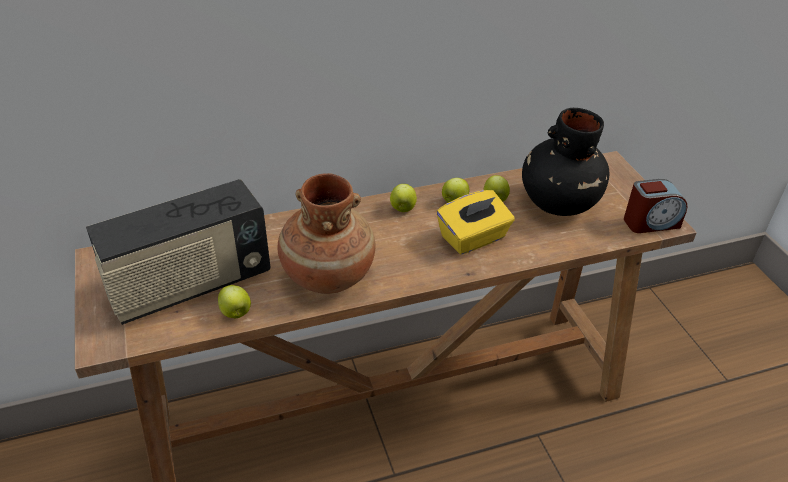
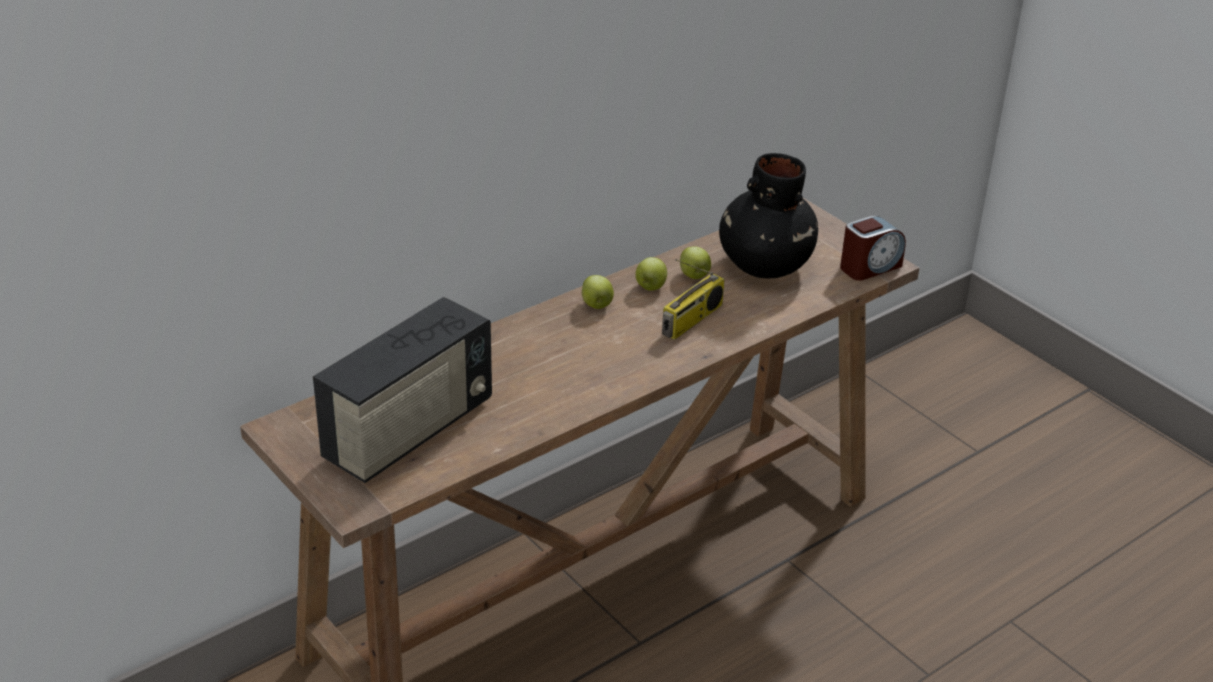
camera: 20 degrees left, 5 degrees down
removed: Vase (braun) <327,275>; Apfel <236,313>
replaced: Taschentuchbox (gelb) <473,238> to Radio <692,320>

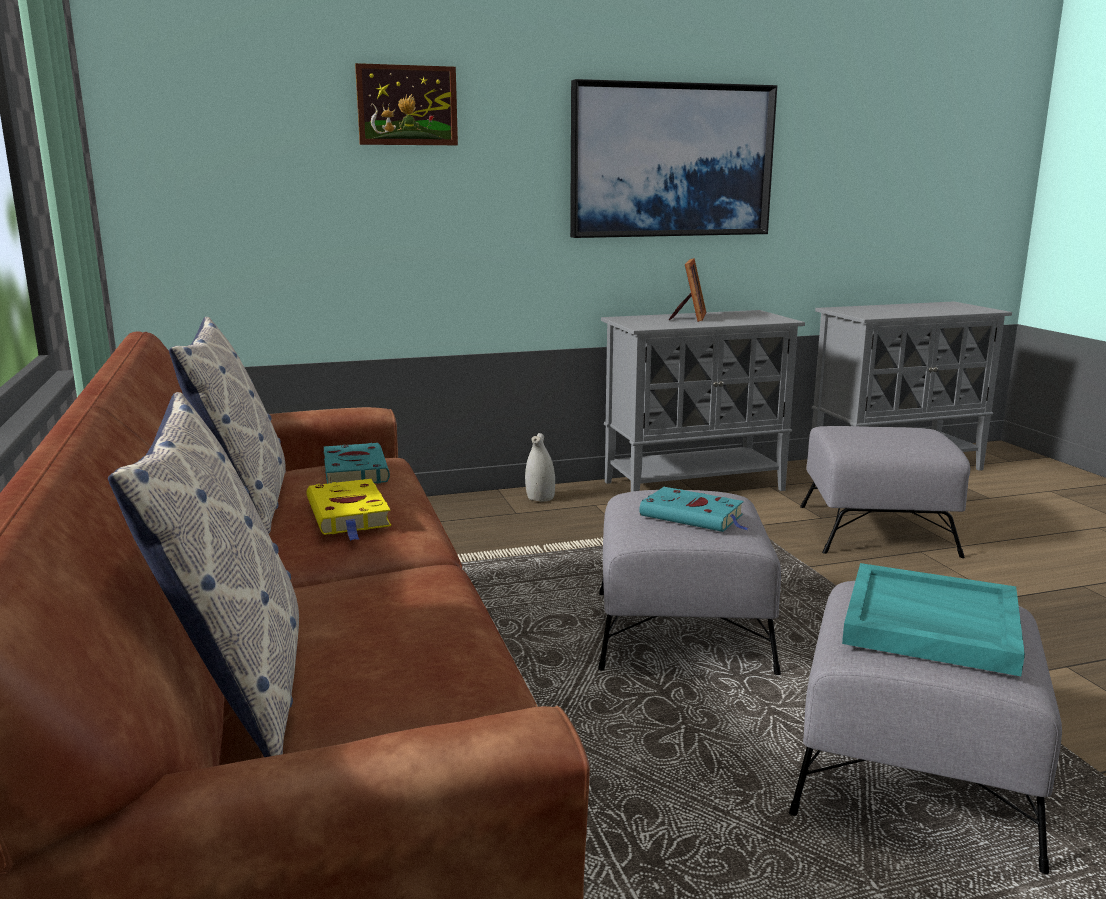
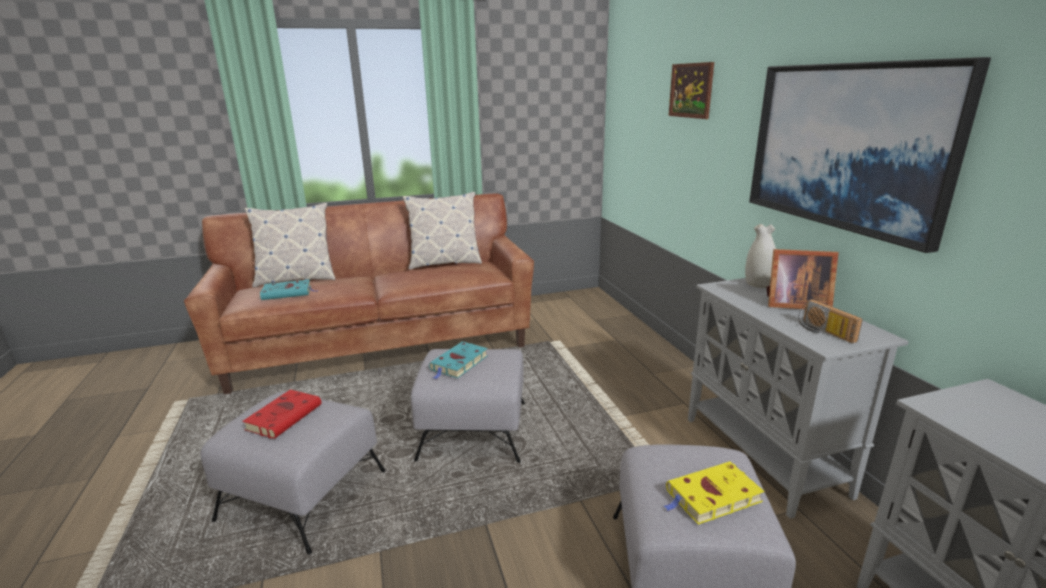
camera: 90 degrees right, 5 degrees up
added: Radio <823,332>
moved: Vase (weiß) <540,498> to <758,284>; Buch (türkis) <354,470> to <288,293>; Buch (gelb) <349,515> to <711,497>
replaced: Tablett (türkis) <929,624> to Buch (rot) <285,416>

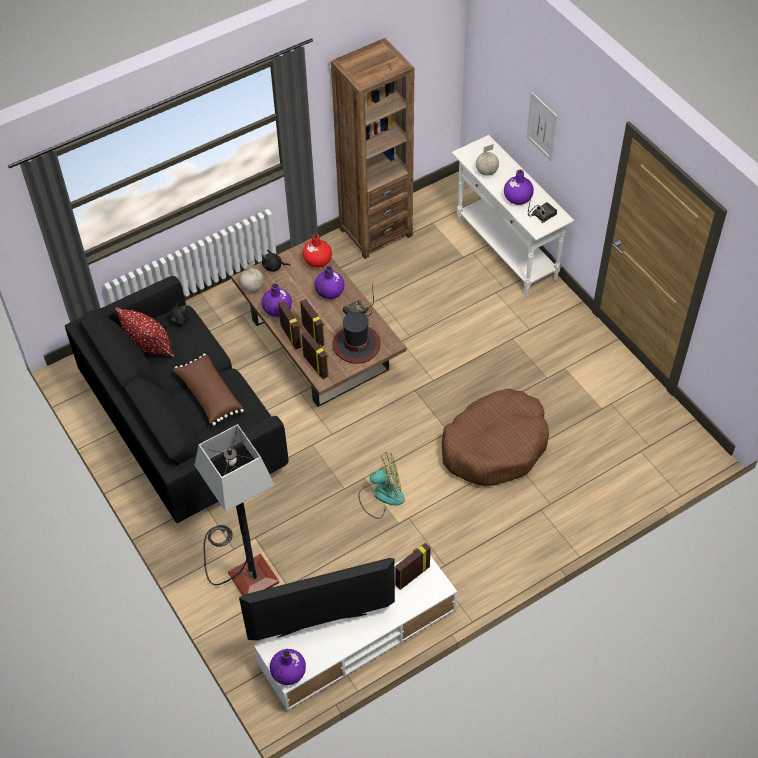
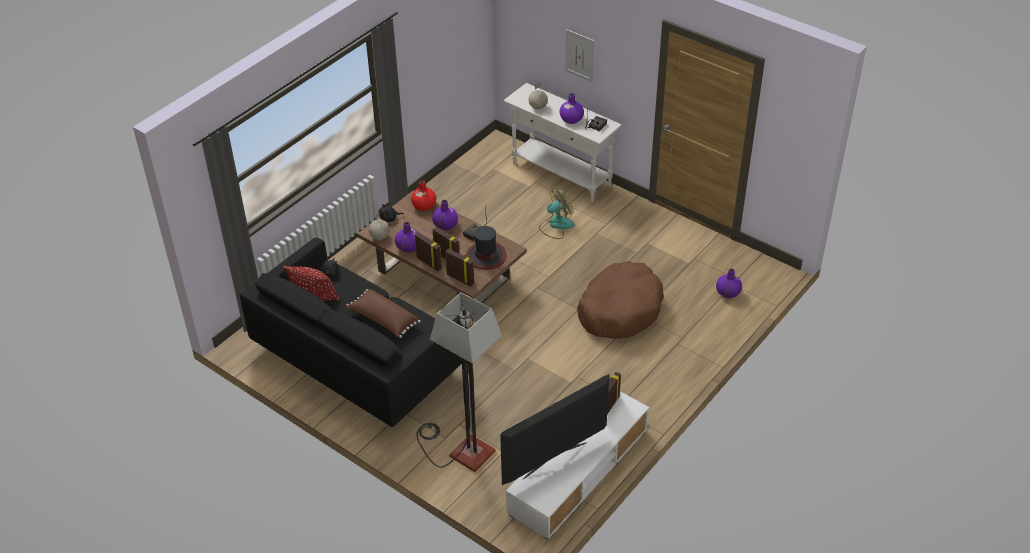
camera: 20 degrees left, 10 degrees down
removed: Bücherregal (braun) <375,232>
moved: Ventilator <381,495> to <556,225>; Vase (lila) <289,673> to <728,293>

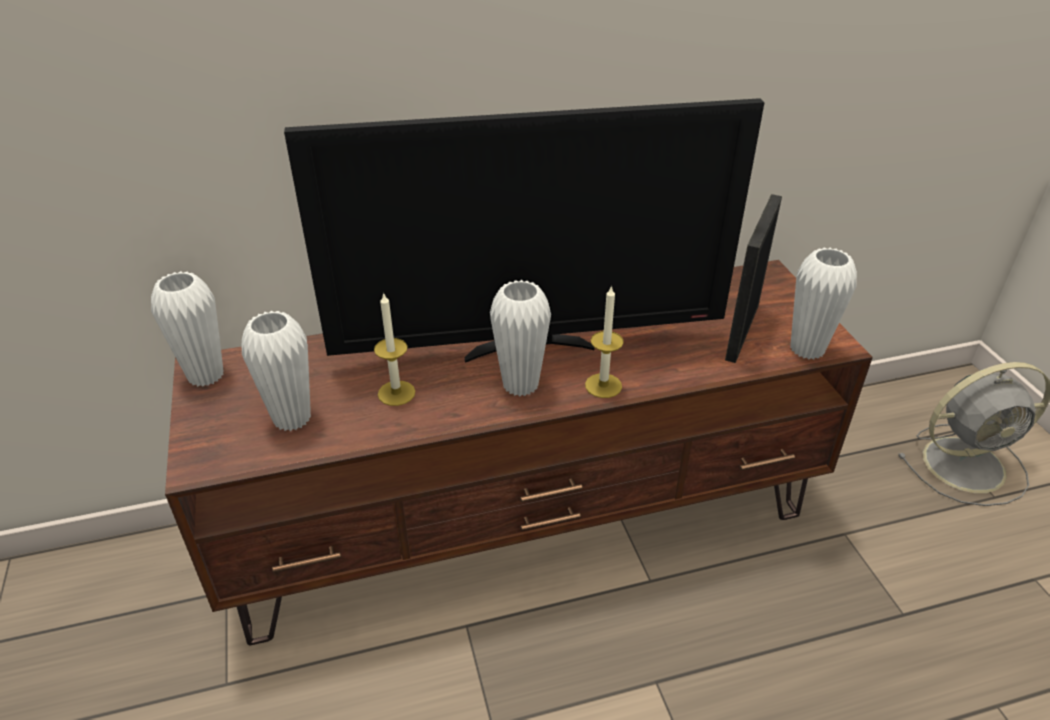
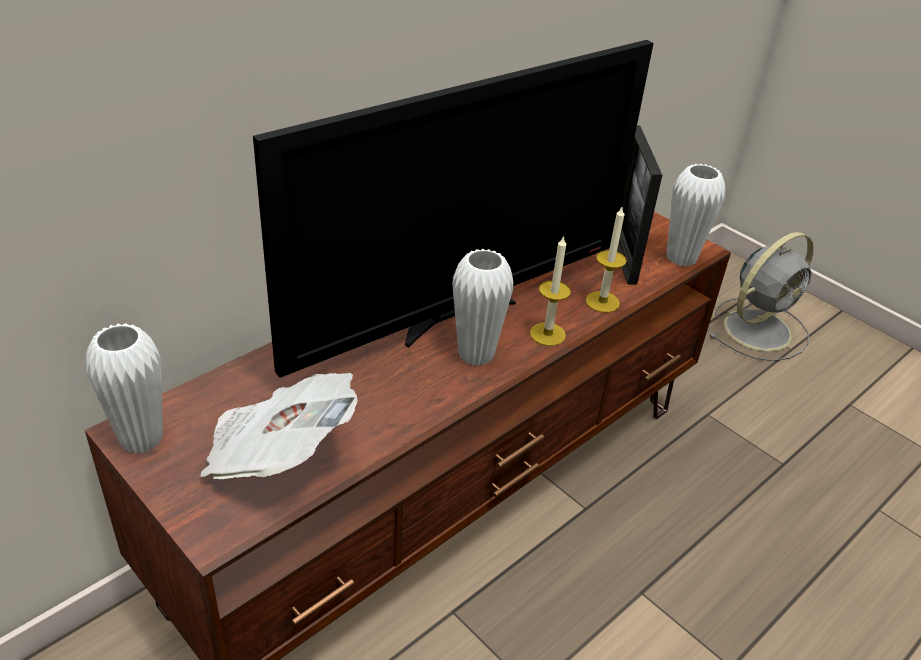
camera: 30 degrees left, 0 degrees up
moved: Kerze <396,393> to <602,302>
replaced: Vase (weiß) <292,418> to Zeitung <278,454>

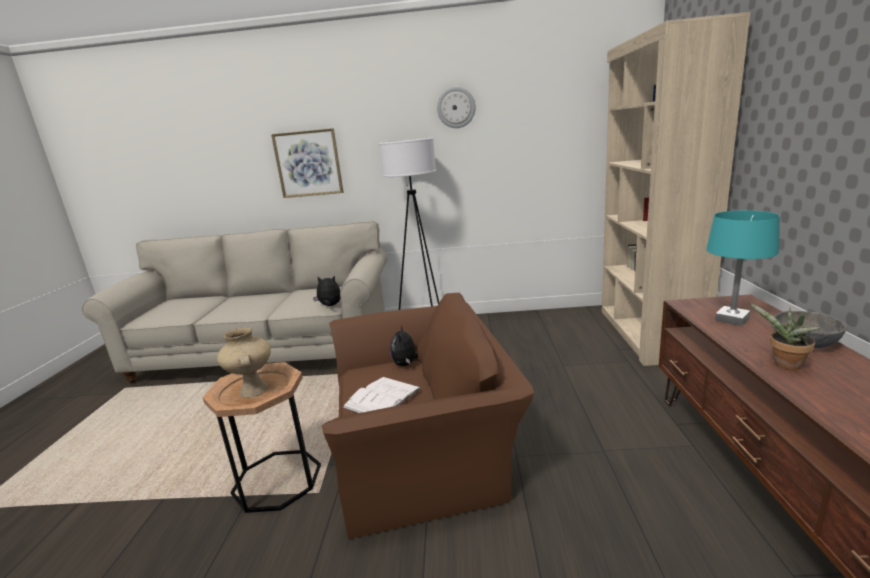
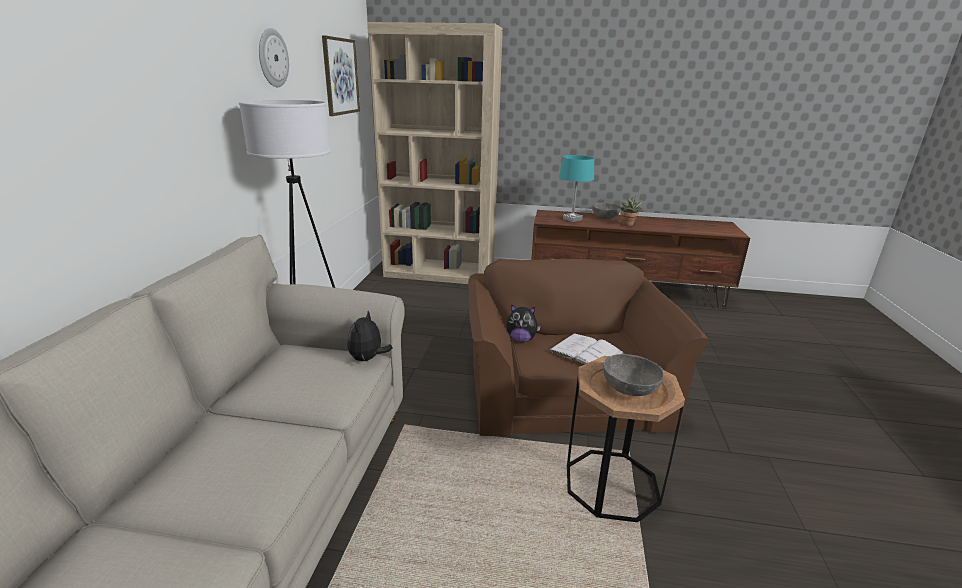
camera: 85 degrees left, 5 degrees up
moved: Bild <308,163> to <340,76>
replaced: Vase (beige) <253,390> to Schüssel (grau) <630,388>

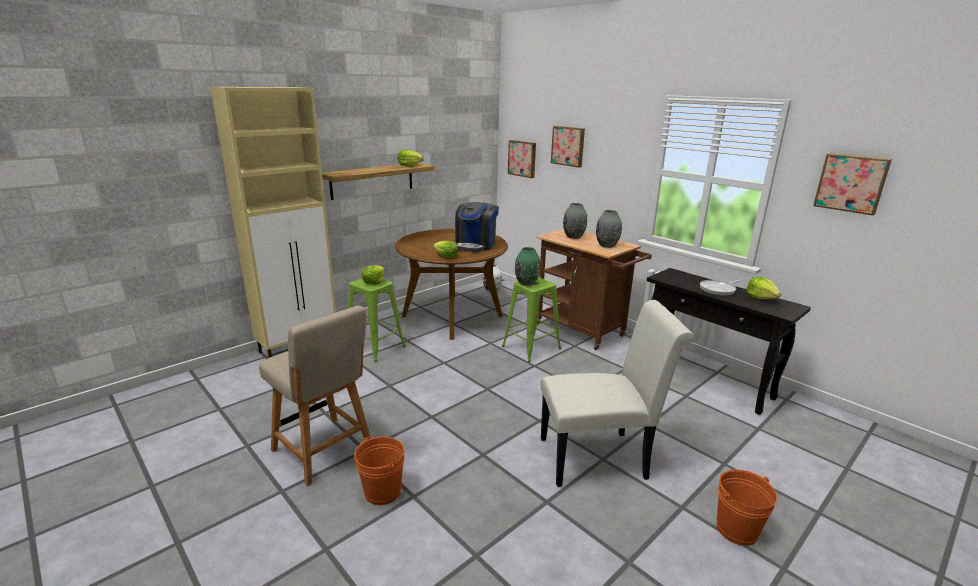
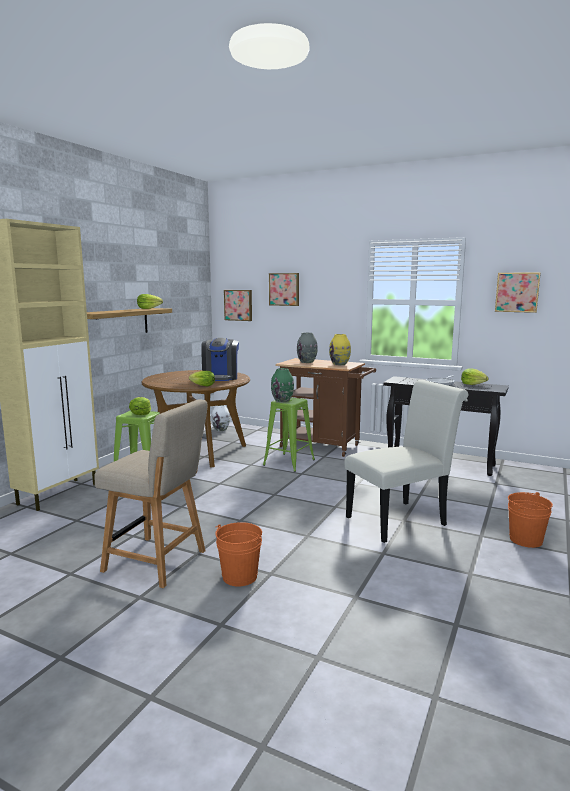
camera: 20 degrees left, 10 degrees down
recoloured: Vase (grau) <607,245> to Vase (gelb) <339,364>

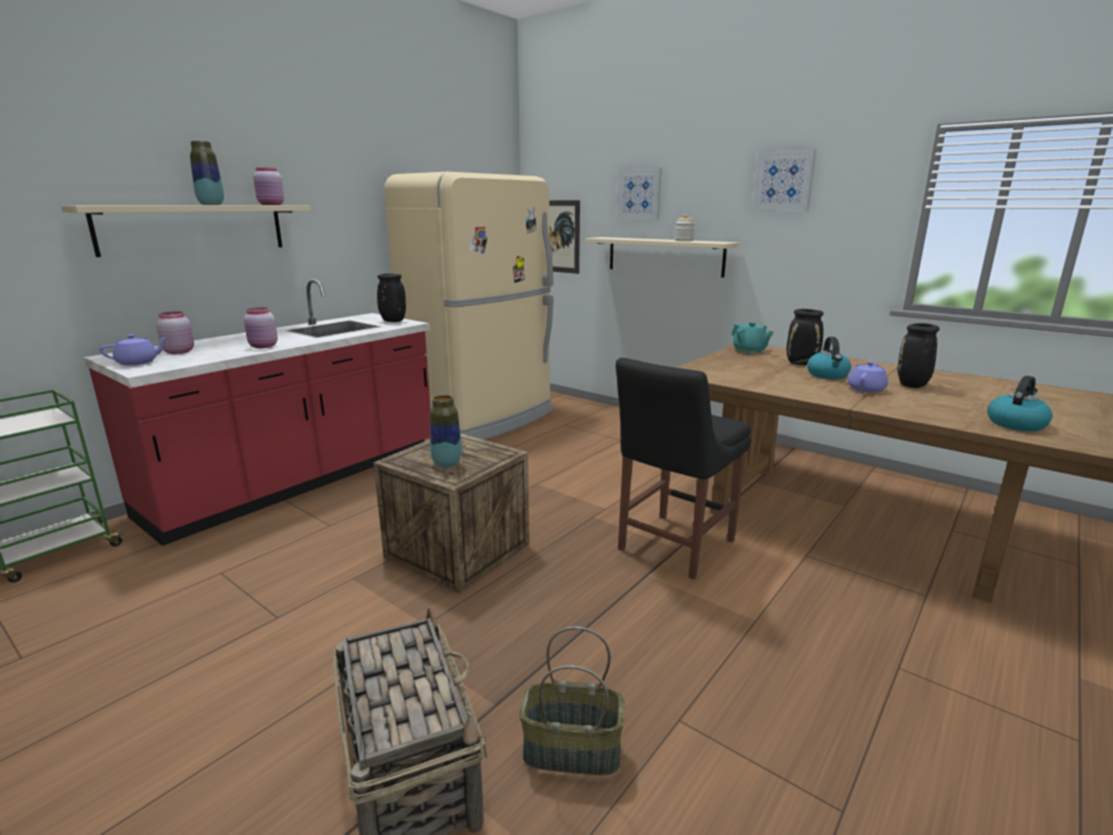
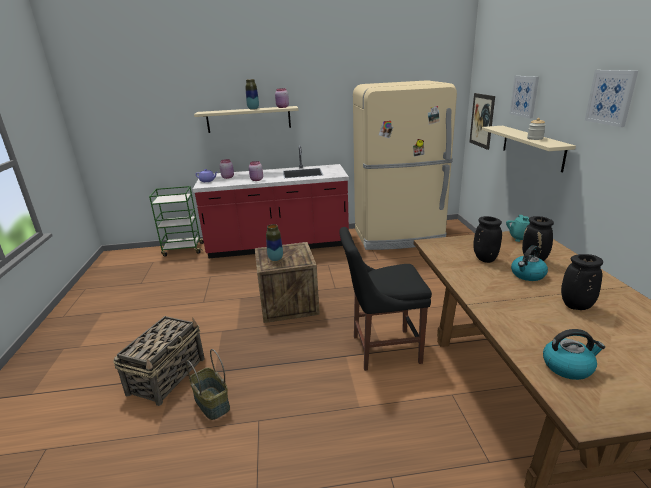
camera: 45 degrees right, 5 degrees up
removed: Teekanne (lila) <866,389>
moved: Vase (schwarz) <392,321> to <484,259>

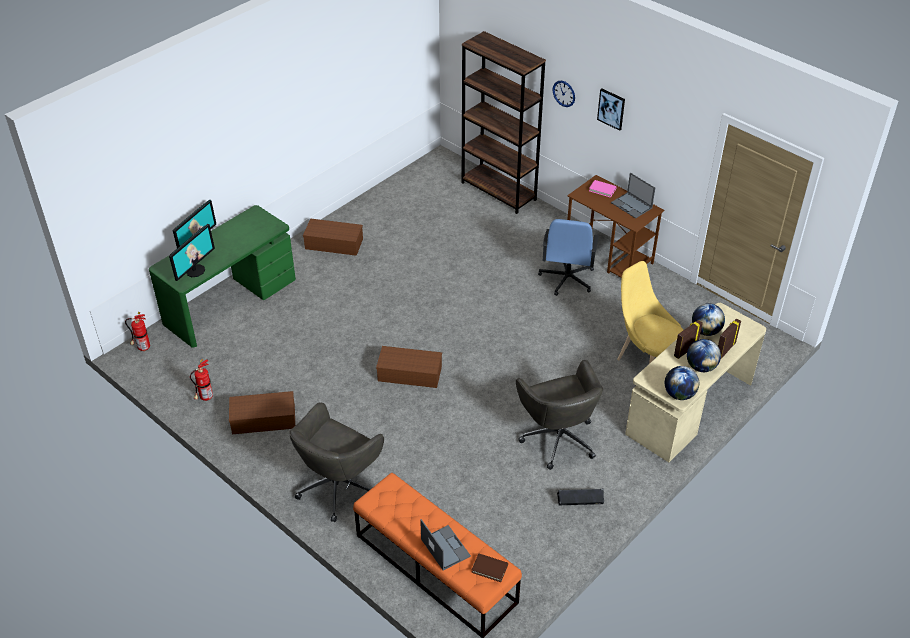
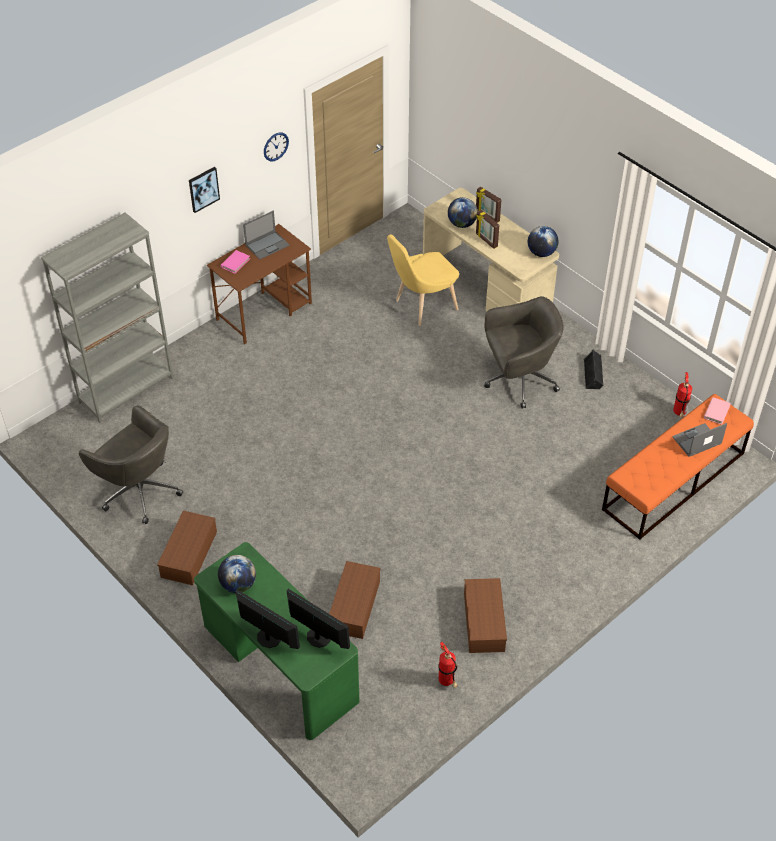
camera: 85 degrees left, 5 degrees up
removed: Bürostuhl (blau) <567,279>
moved: Wanduhr <564,93> to <275,146>; Feuerlöscher <142,348> to <679,413>; Globus <701,367> to <238,584>; Aufbewahrungsbox (braun) <411,373> to <354,605>; Bürostuhl (grau) <338,486> to <139,490>
recoloured: Bücherregal (braun) <498,191> to Bücherregal (grau) <126,389>; Buch (braun) <489,568> to Buch (rosa) <716,412>

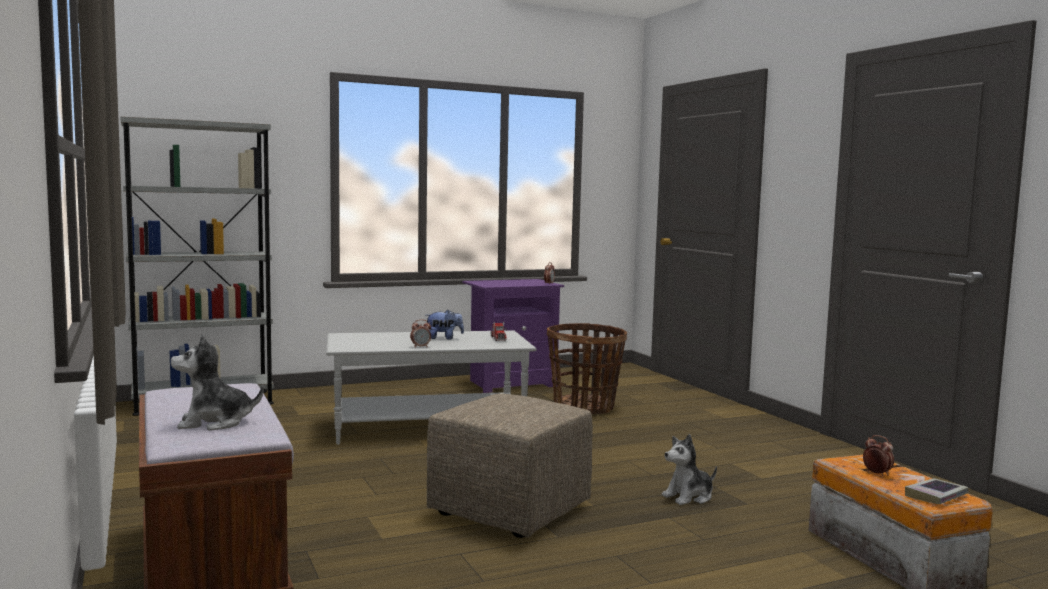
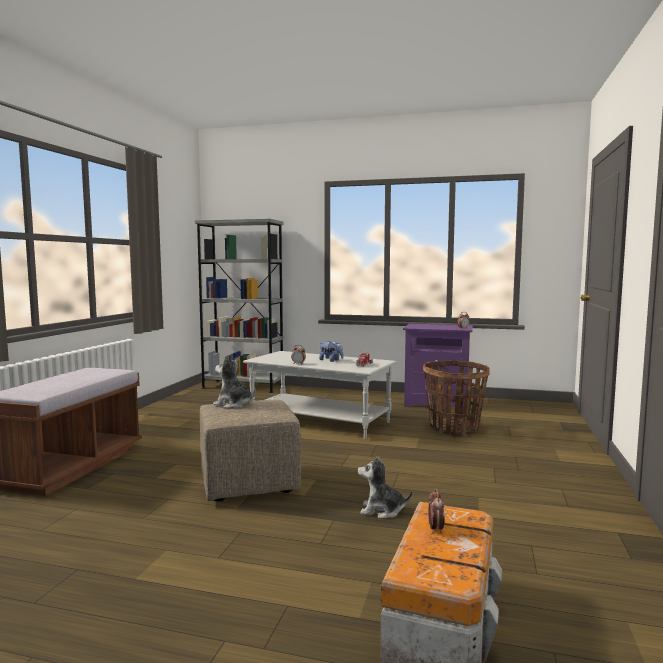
camera: 40 degrees right, 0 degrees up
removed: Buch <936,496>
moved: Plüschtier <214,423> to <234,404>

